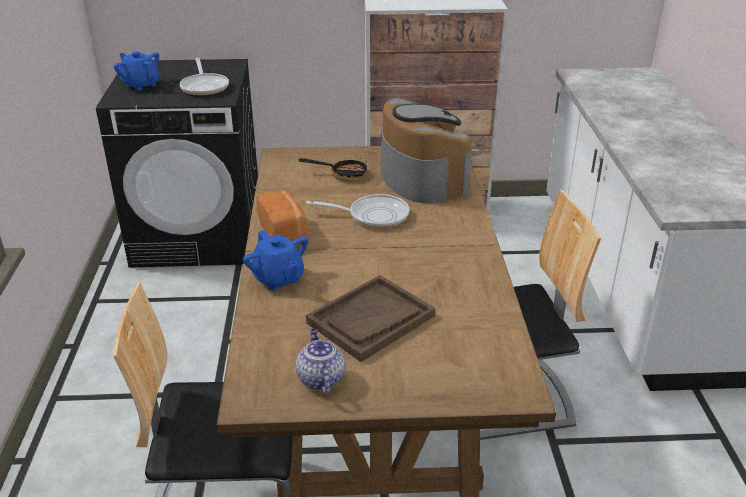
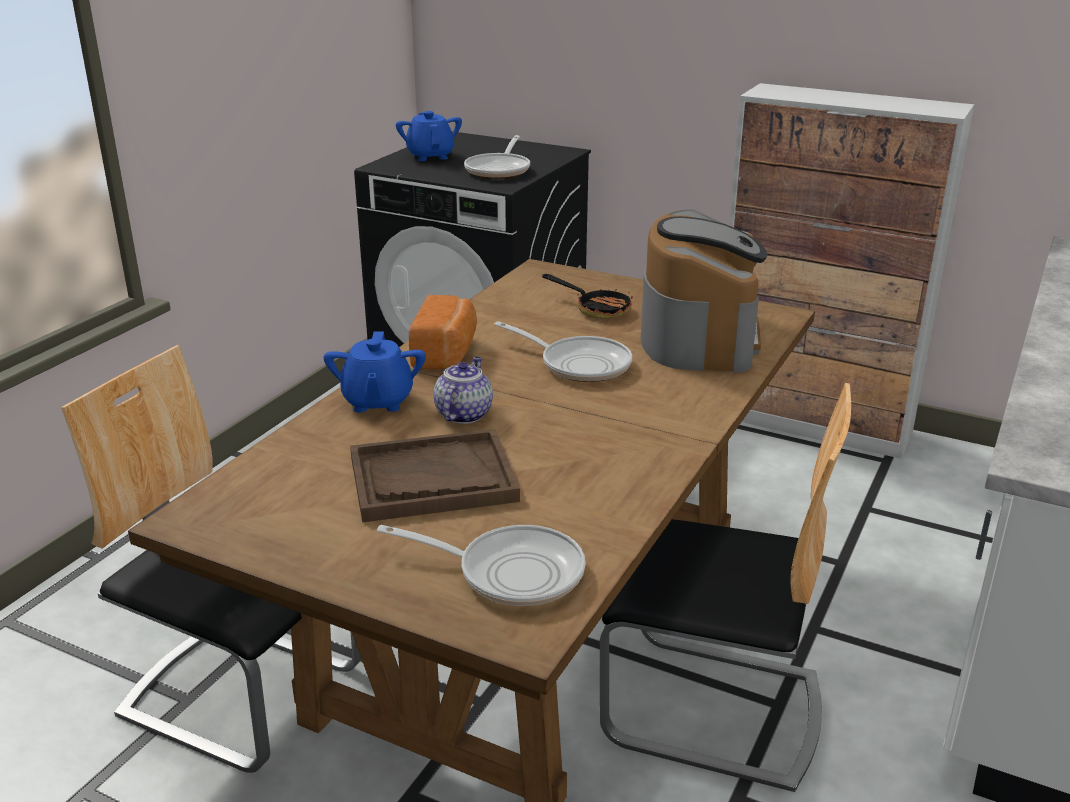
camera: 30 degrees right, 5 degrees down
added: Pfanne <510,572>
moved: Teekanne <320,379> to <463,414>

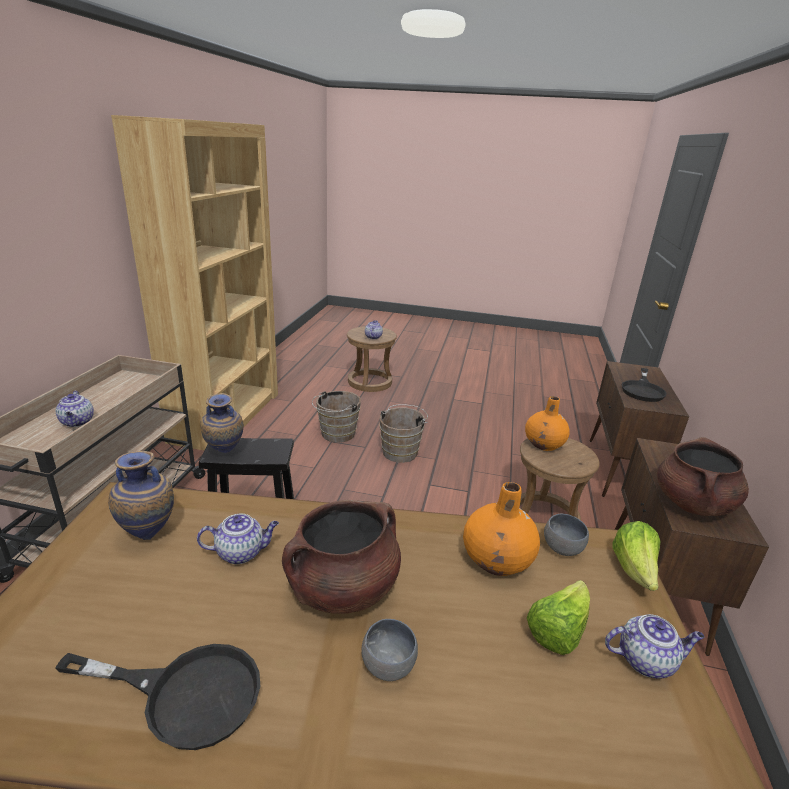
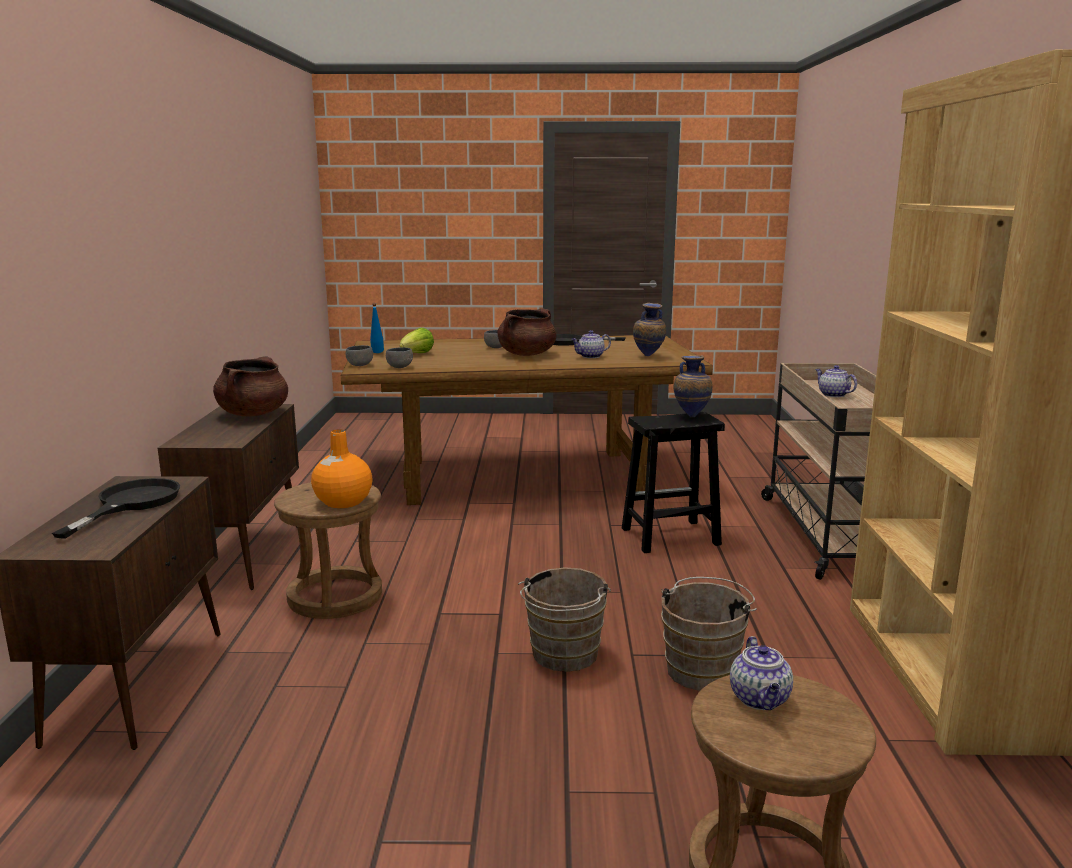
camera: 170 degrees right, 10 degrees down
removed: Vase (orange) <497,560>
replaced: Salatkopf <634,571> to Schüssel (grau) <359,365>; Teekanne <646,660> to Flasche (blau) <377,353>

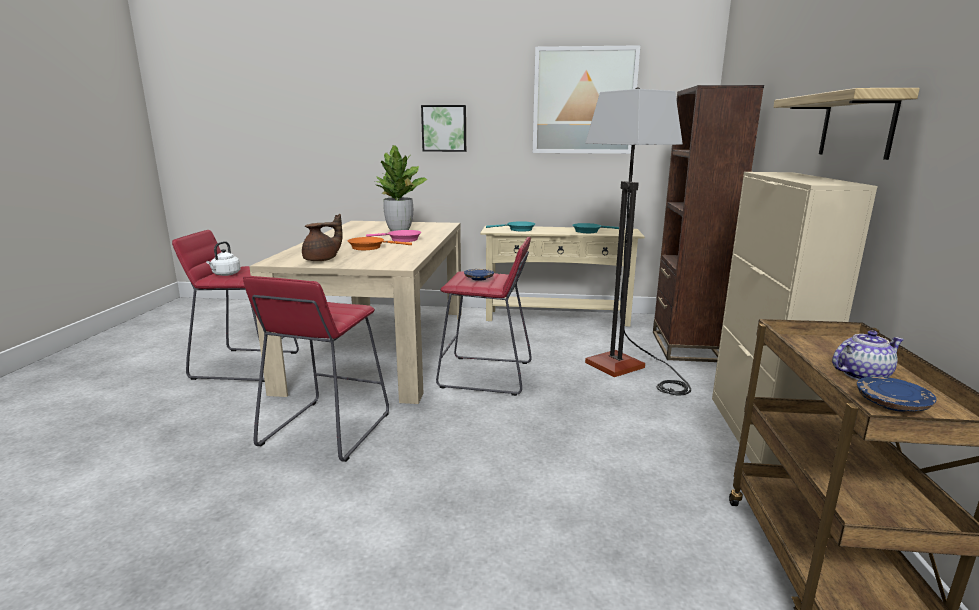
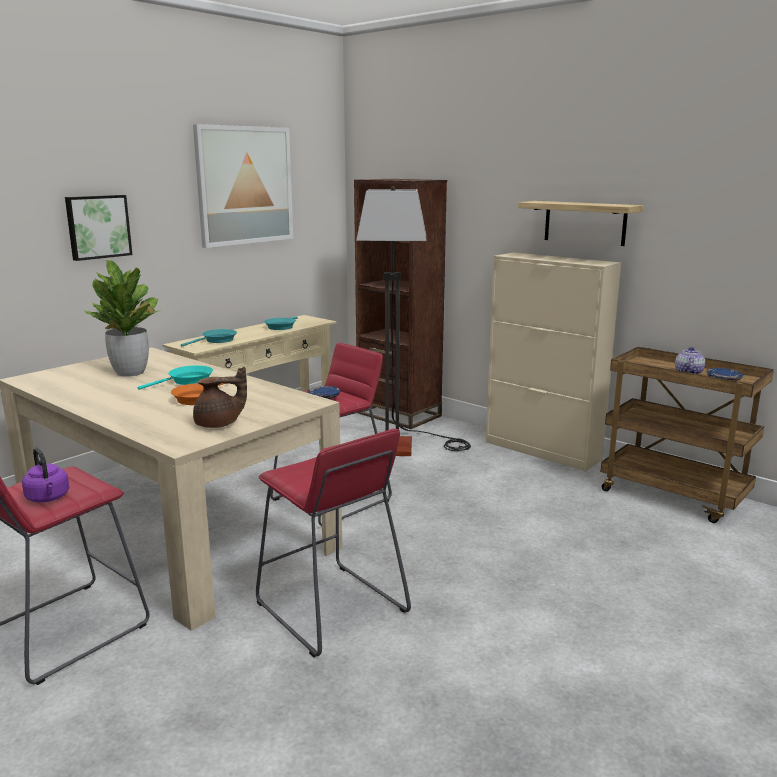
camera: 55 degrees left, 0 degrees up
recoloured: Pfanne (rosa) <401,239> to Pfanne (türkis) <187,381>; Wasserkessel (weiß) <225,274> to Wasserkessel (lila) <48,498>
turned: Teekanne (braun) <322,260> = <219,424> 75 degrees clockwise

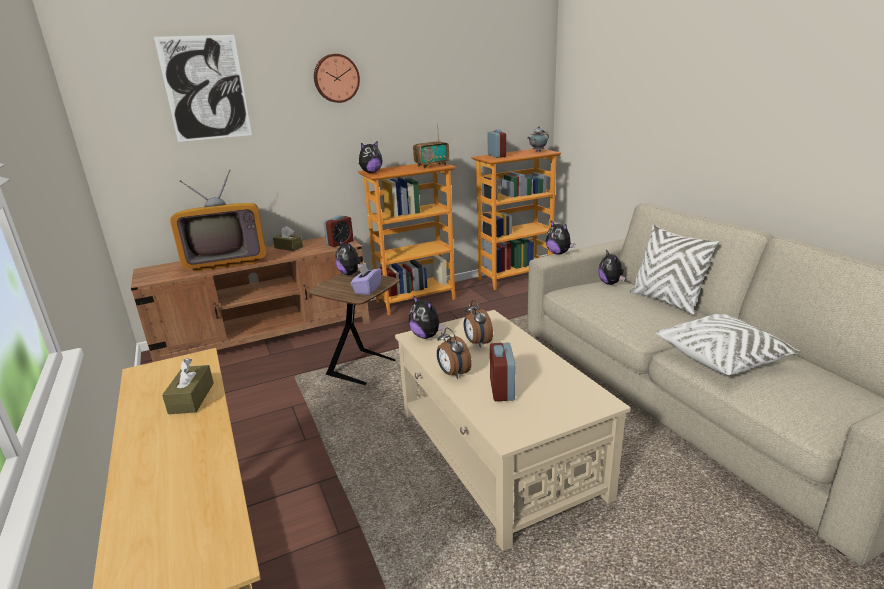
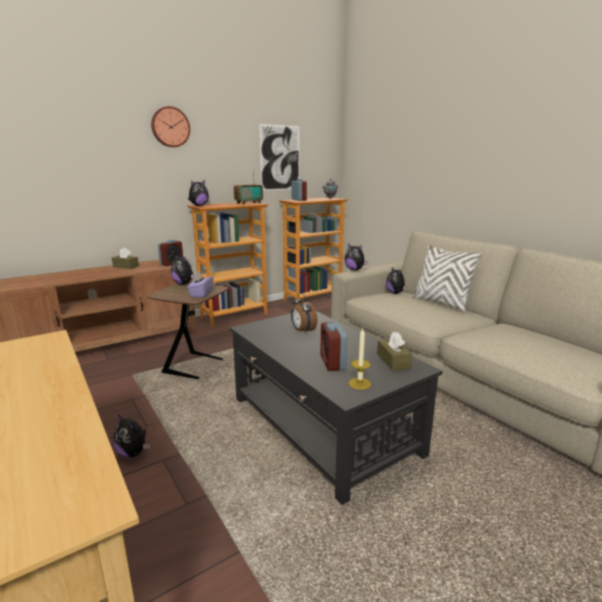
camera: 10 degrees left, 5 degrees down
removed: Fernseher <227,260>; Kissen (weiß) <722,357>; Wecker <452,374>
added: Kerze <359,383>
moved: Bild <205,88> to <280,158>; Plüschtier <426,336> to <133,453>; Taschentuchbox (braun) <191,398> to <393,361>
recoloured: Couchtisch (beige) <497,453> to Couchtisch (schwarz) <322,426>

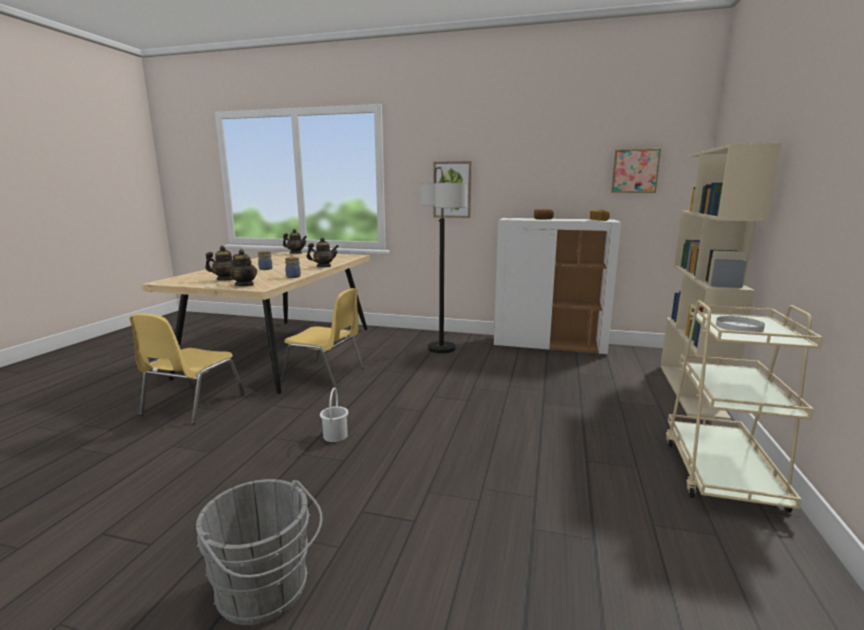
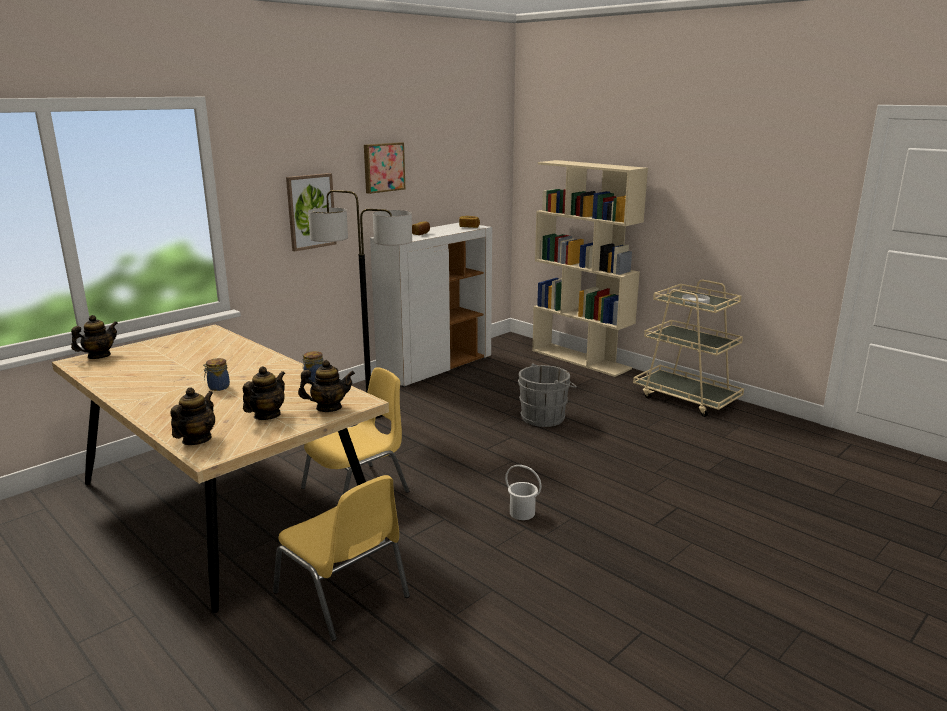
camera: 60 degrees left, 5 degrees up
moved: Bild <635,171> to <383,167>; Teekanne <323,266> to <196,440>; Eimer (grau) <266,592> to <545,417>

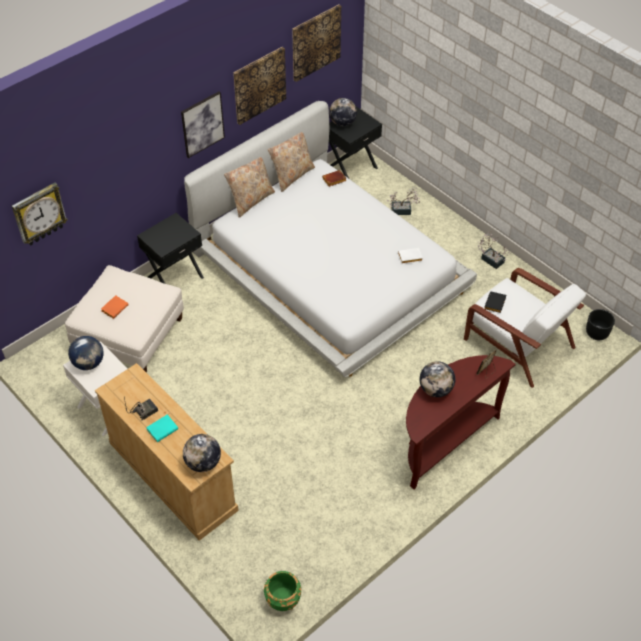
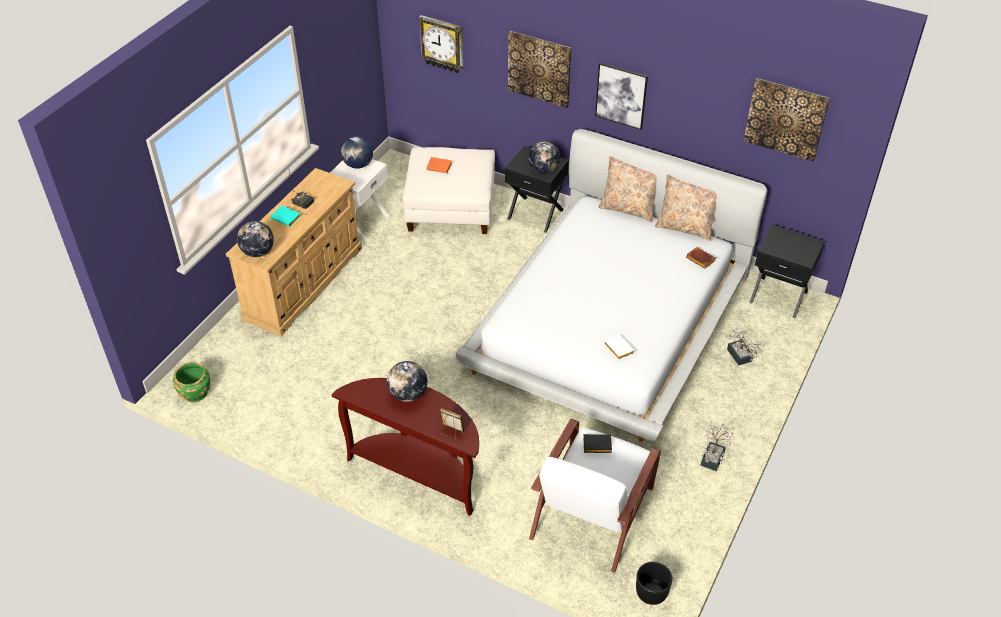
camera: 70 degrees right, 5 degrees down
moved: Bild <259,85> to <539,68>; Globus <342,123> to <543,170>

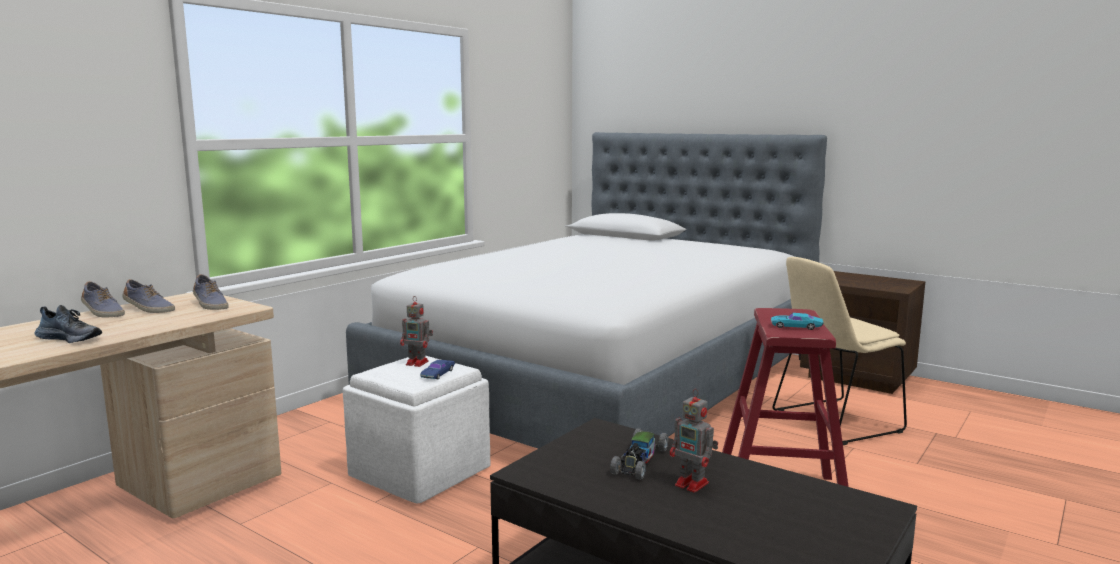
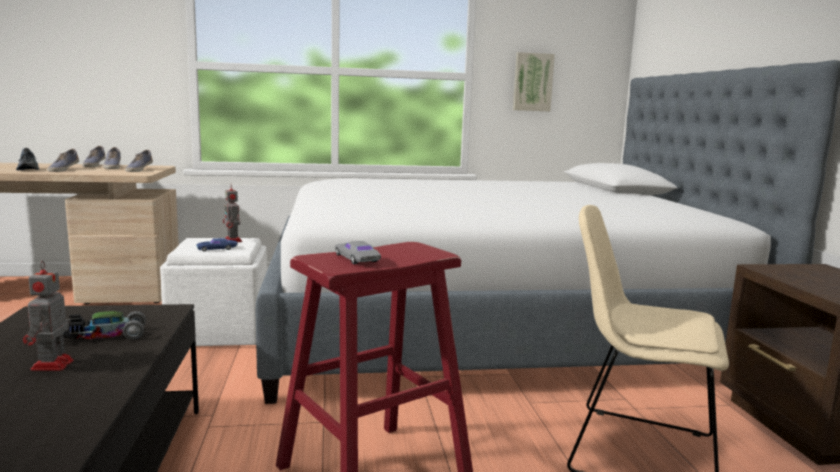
camera: 45 degrees right, 0 degrees up
added: Bild <532,82>; Schuh <63,169>
recoloured: Spielzeugauto (türkis) <796,326> to Spielzeugauto (grau) <357,258>

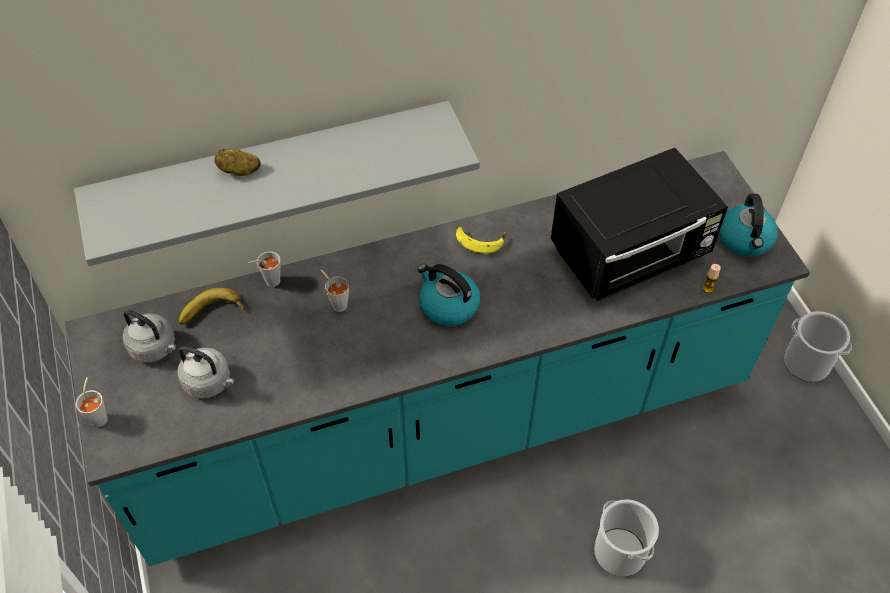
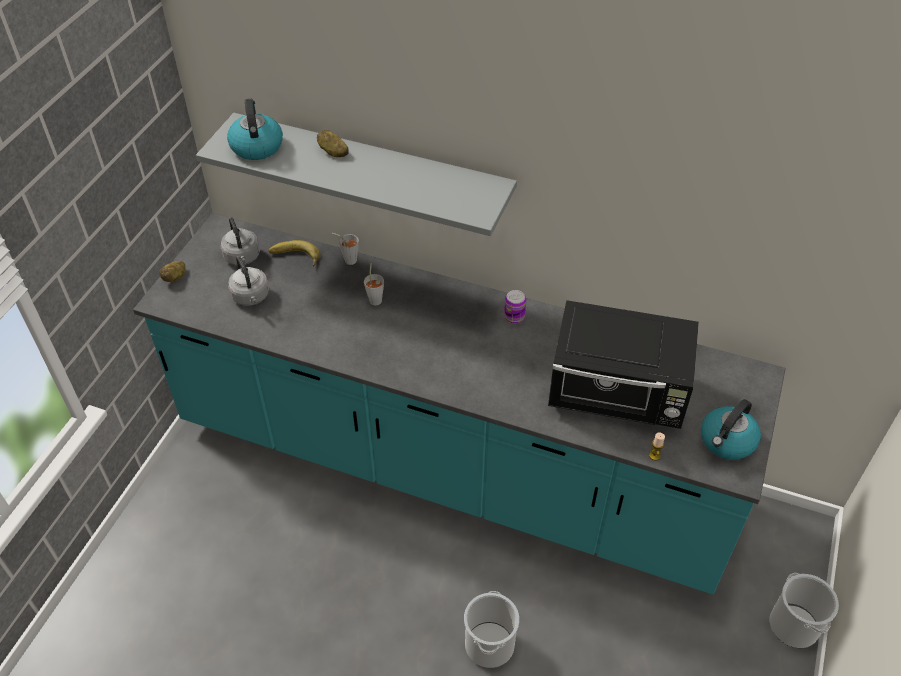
camera: 40 degrees right, 5 degrees down
moved: Wasserkessel <448,305> to <256,146>
replaced: Banane <480,240> to Dose <514,317>; Tasse (grau) <100,416> to Kartoffel <175,277>

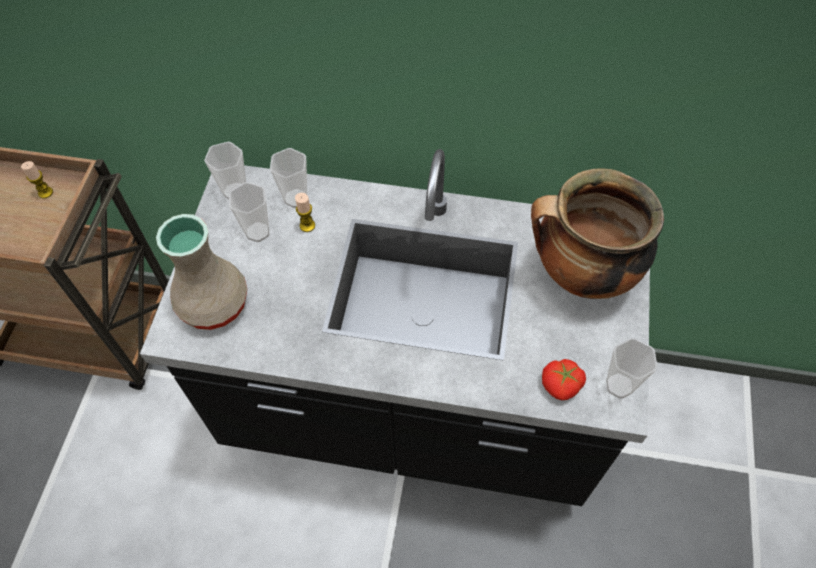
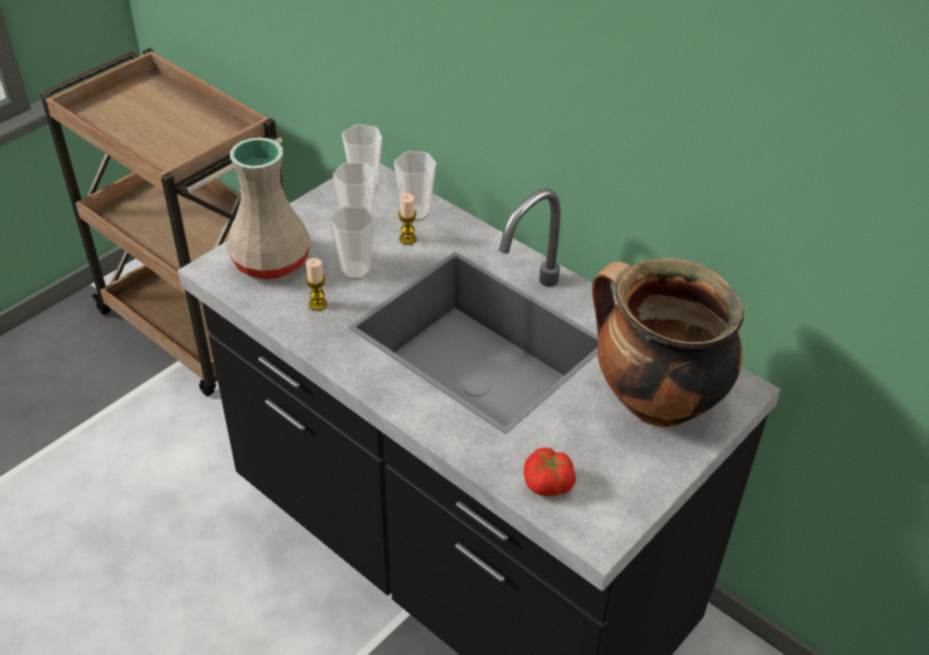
camera: 30 degrees right, 15 degrees down
moved: Kerze <45,192> to <318,304>; Tasse <619,385> to <355,271>

